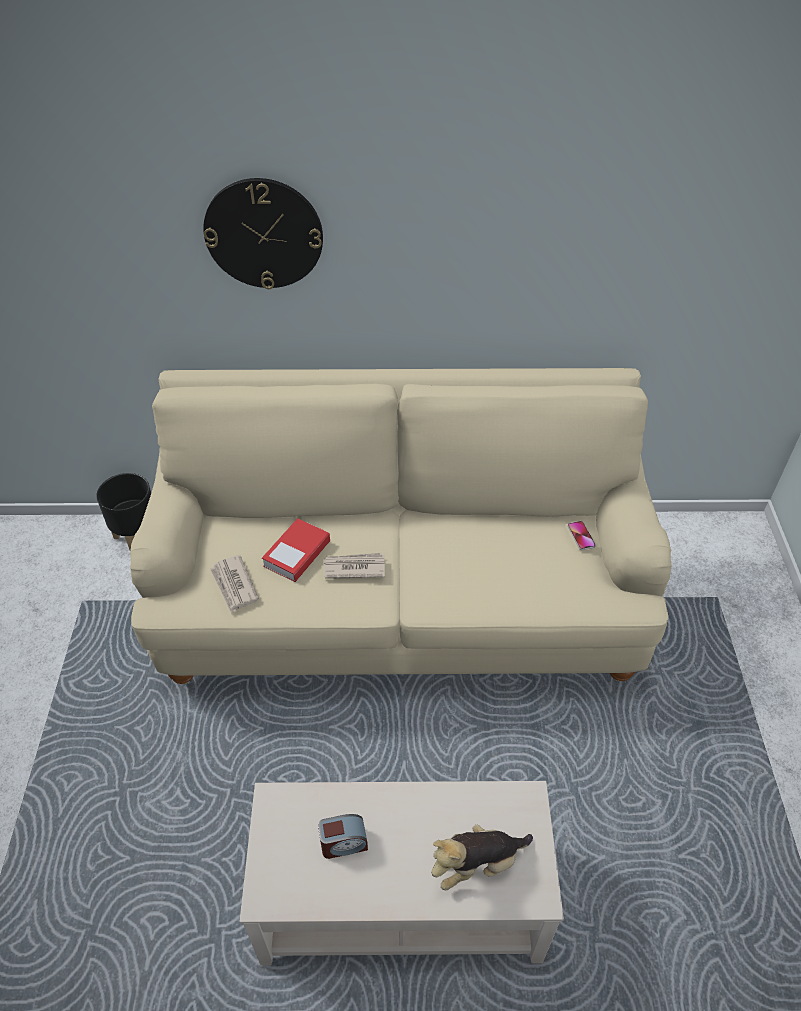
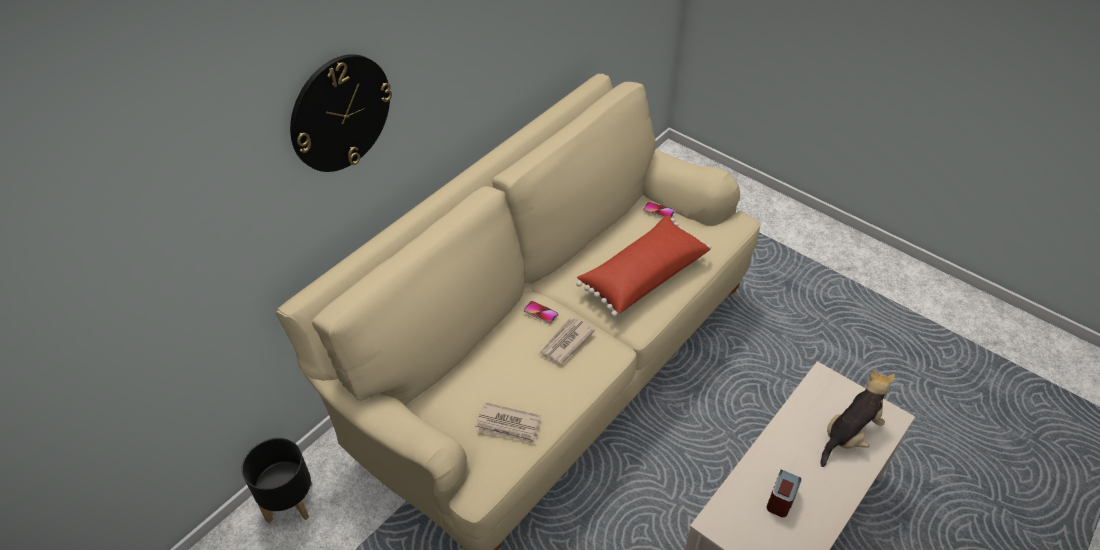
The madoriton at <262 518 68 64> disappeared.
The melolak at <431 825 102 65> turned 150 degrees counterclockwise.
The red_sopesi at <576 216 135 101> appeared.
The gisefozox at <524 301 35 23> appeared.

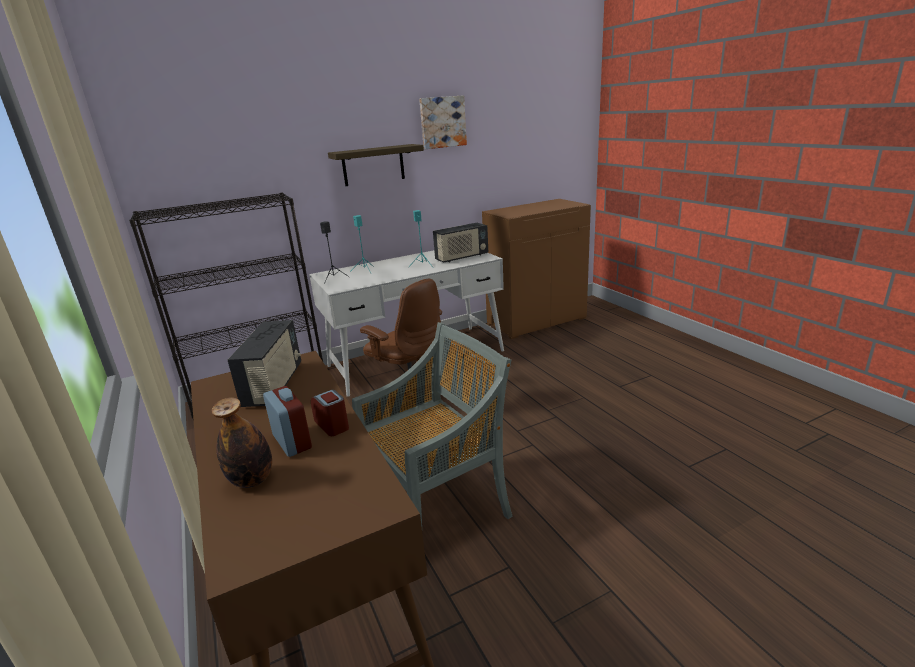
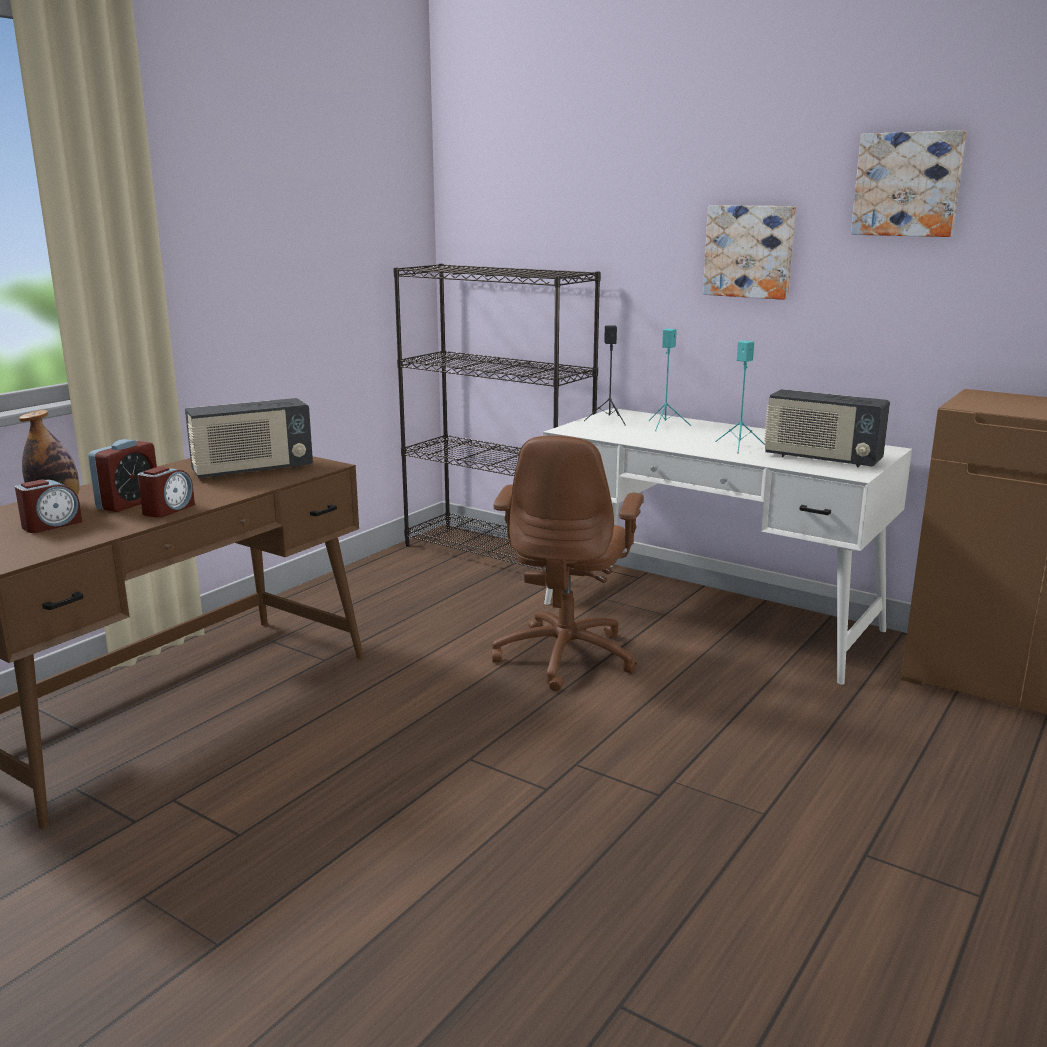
The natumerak at <328 144 96 42> was replaced by the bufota at <703 205 93 95>.
The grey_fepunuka at <352 322 161 204> disappeared.
The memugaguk at <15 479 67 54> appeared.

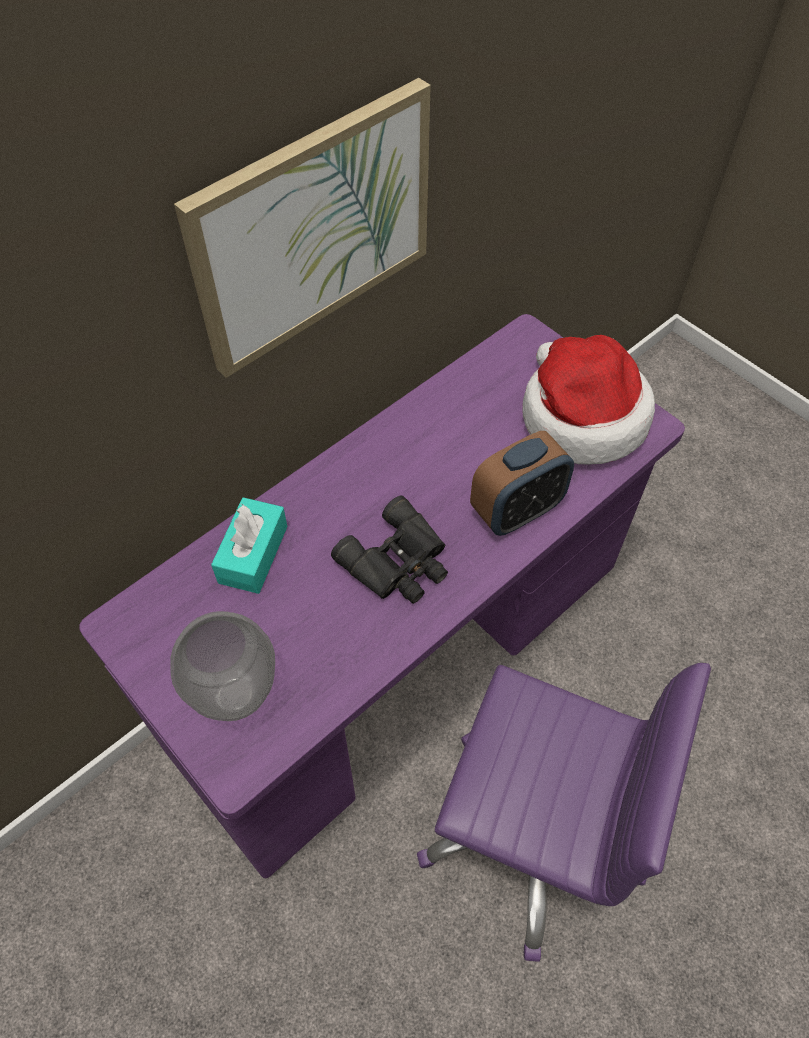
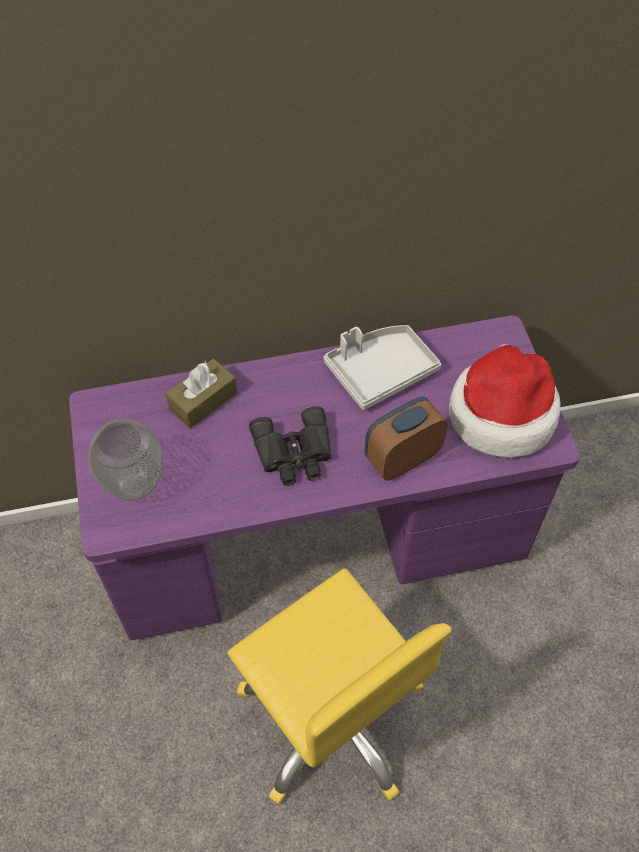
The bufota at <174 78 257 300> disappeared.
The memugaguk at <470 431 104 105> turned 150 degrees clockwise.
The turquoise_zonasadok at <211 497 77 97> became the brown_zonasadok at <166 359 71 70>.
The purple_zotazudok at <417 663 294 299> became the yellow_zotazudok at <227 568 225 236>.
The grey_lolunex at <324 325 117 85> appeared.

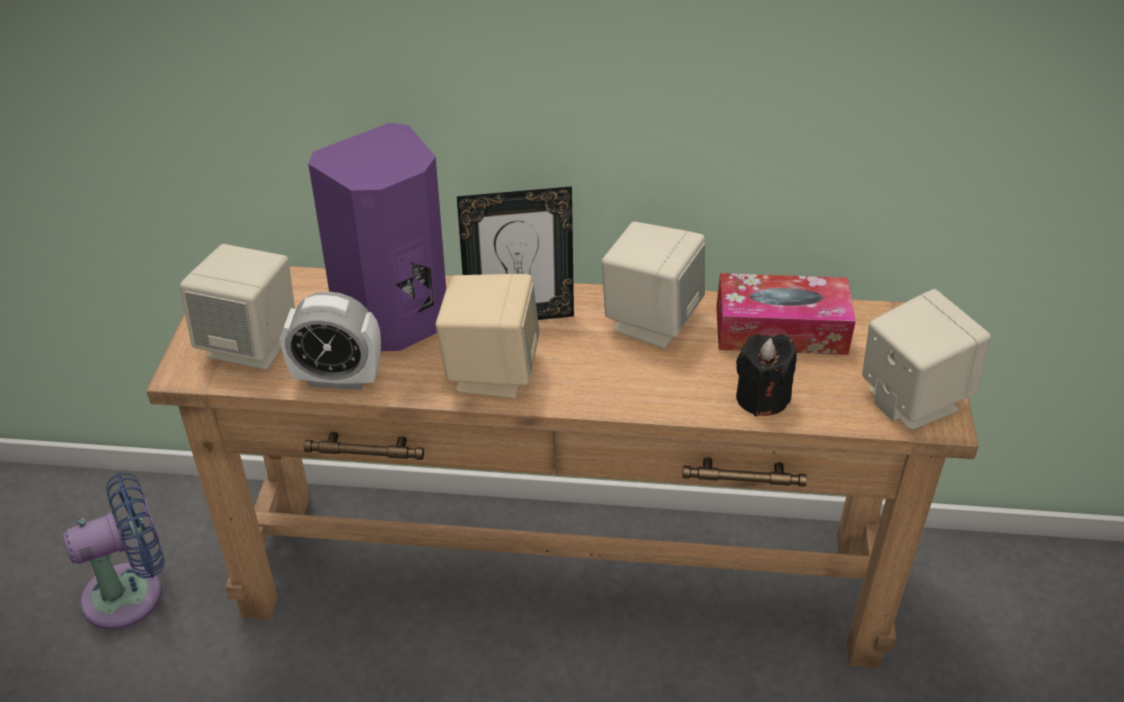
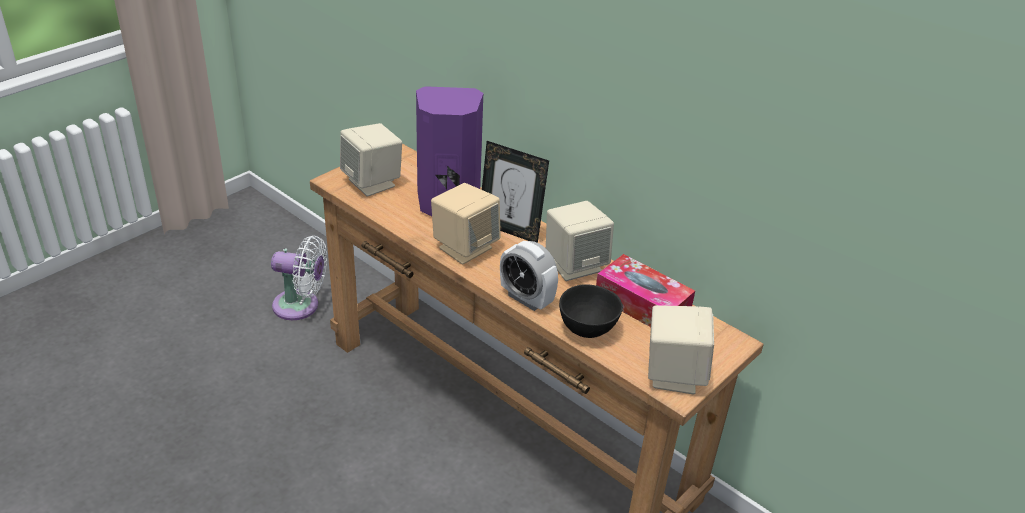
The memugaguk moved from <281 292 100 98> to <500 241 58 70>.
The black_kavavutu at <736 334 61 83> was replaced by the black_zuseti at <559 284 64 54>.
The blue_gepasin at <63 473 102 157> became the white_gepasin at <271 236 56 84>.

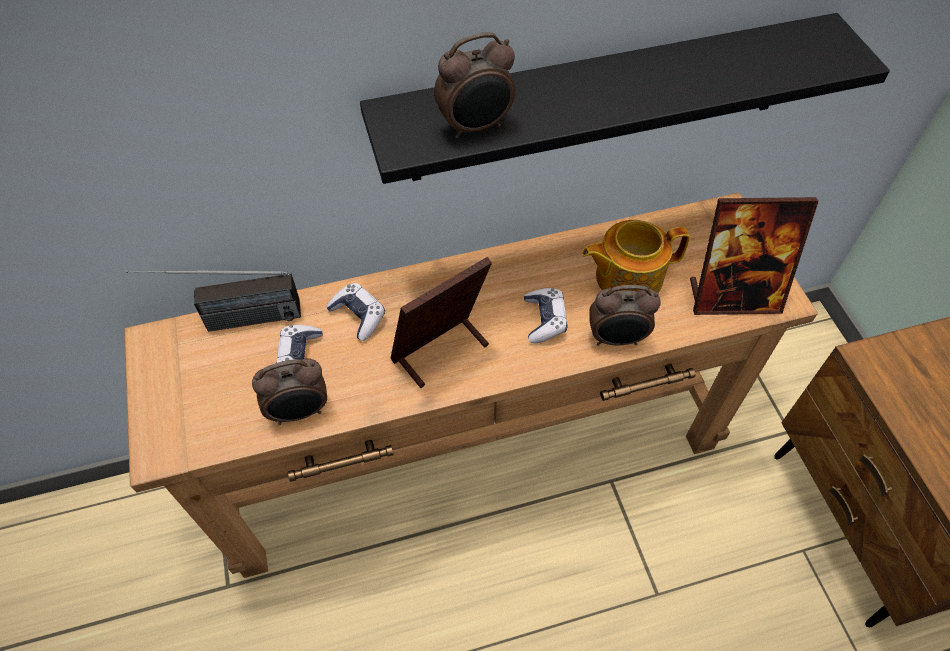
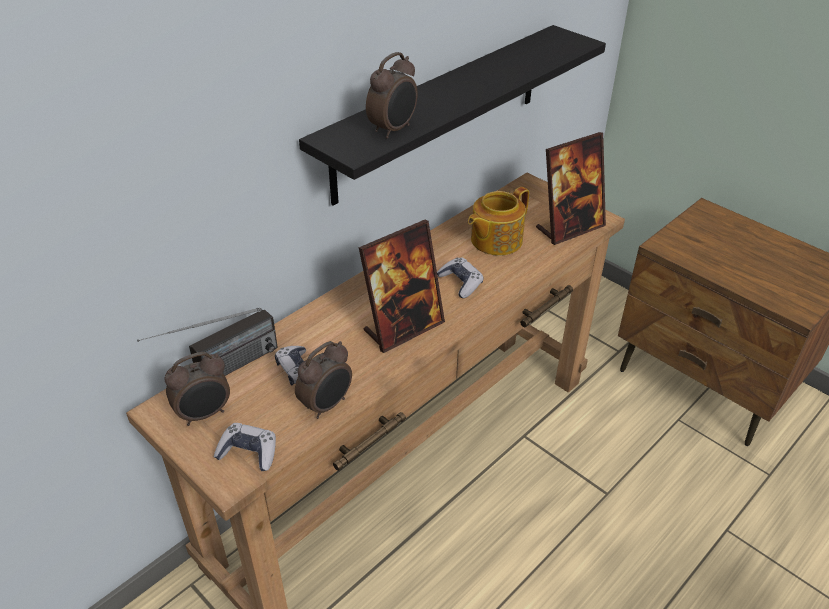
The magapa at <391 257 101 131> turned 150 degrees counterclockwise.
The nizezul moved from <326 283 59 58> to <214 423 62 48>.
The memugaguk moved from <589 285 72 60> to <165 352 65 74>.

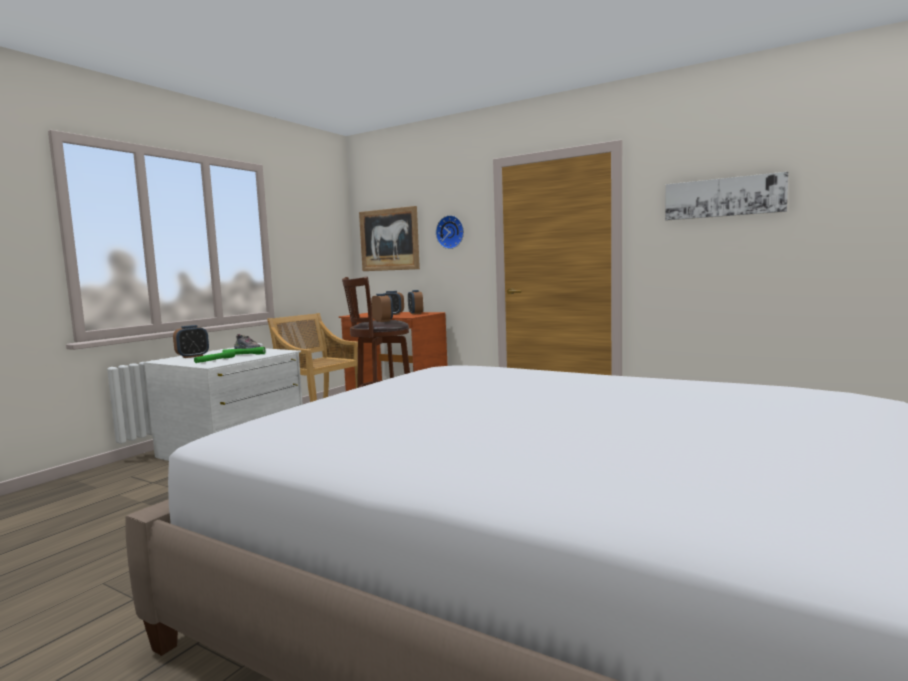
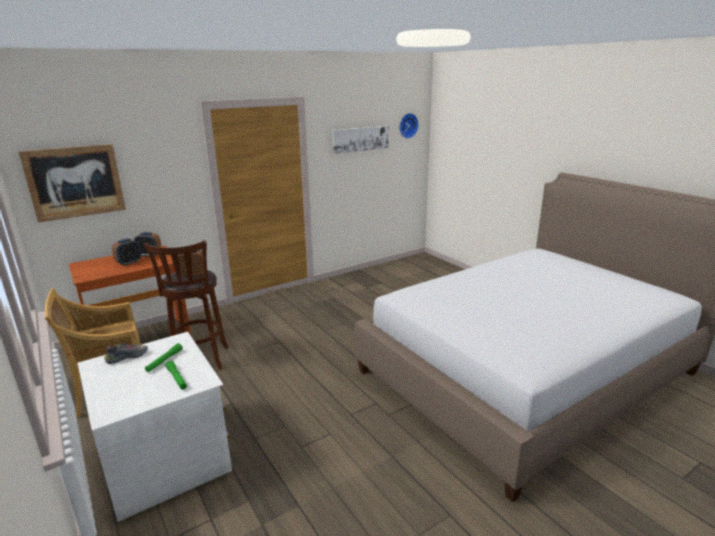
The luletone moved from <436 215 28 34> to <399 113 20 26>.
The memugaguk at <173 325 36 33> disappeared.

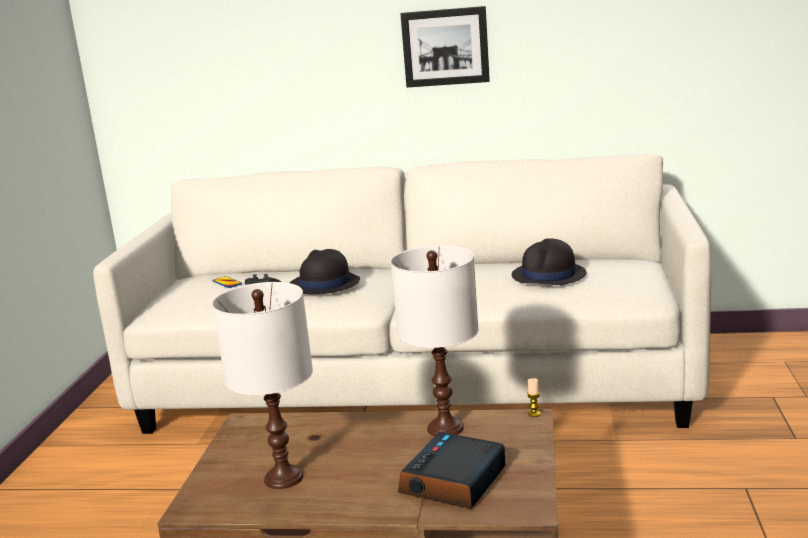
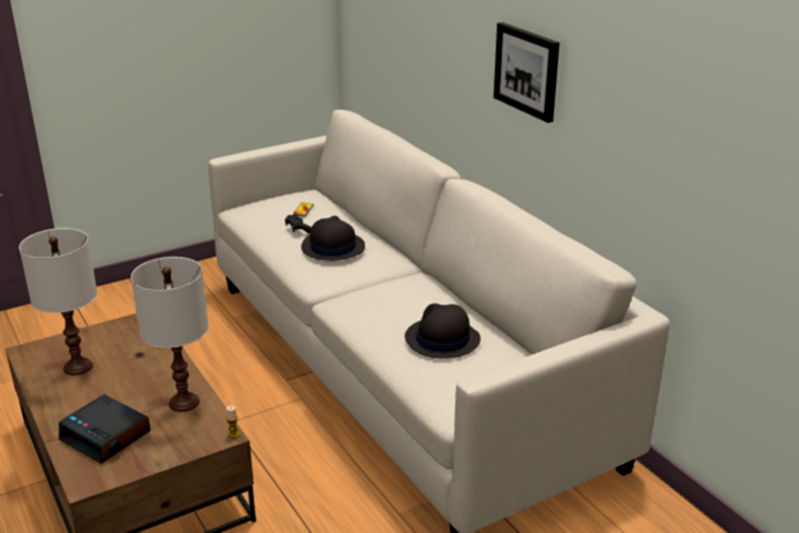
The memugaguk at <398 432 107 77> turned 135 degrees counterclockwise.

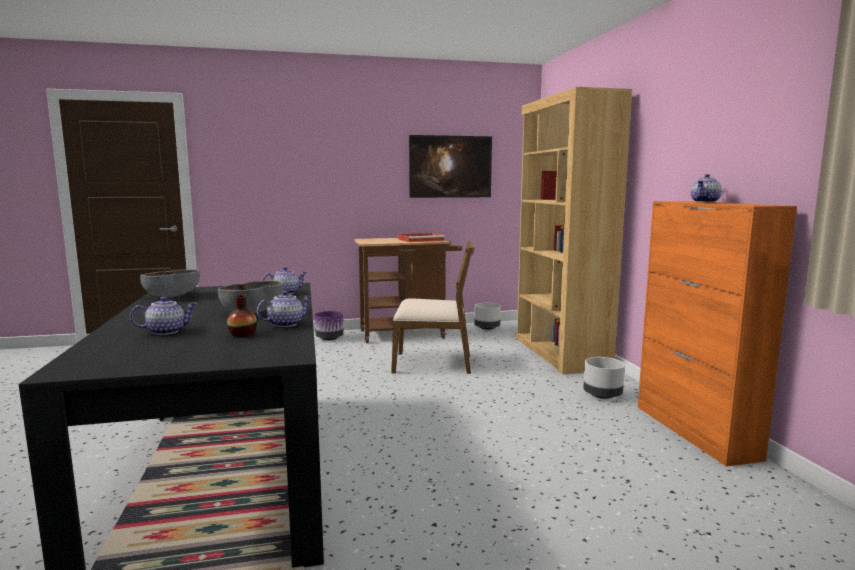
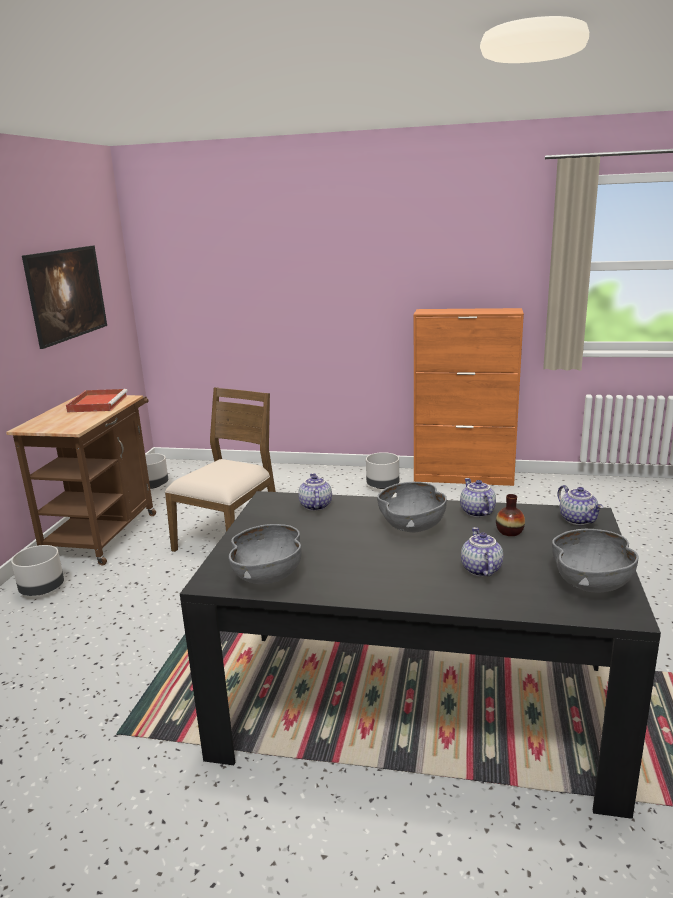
The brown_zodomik at <517 87 115 287> disappeared.
The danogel moved from <691 174 31 29> to <558 485 45 40>.
The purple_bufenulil at <315 311 29 29> became the grey_bufenulil at <11 545 53 51>.
The grey_zuseti at <552 529 87 63> appeared.

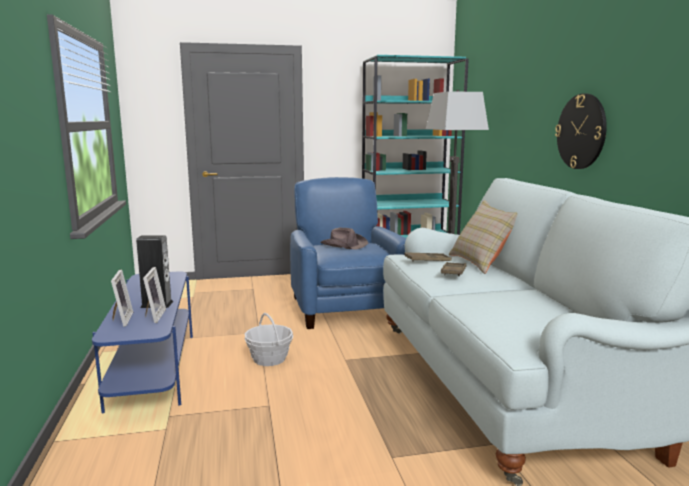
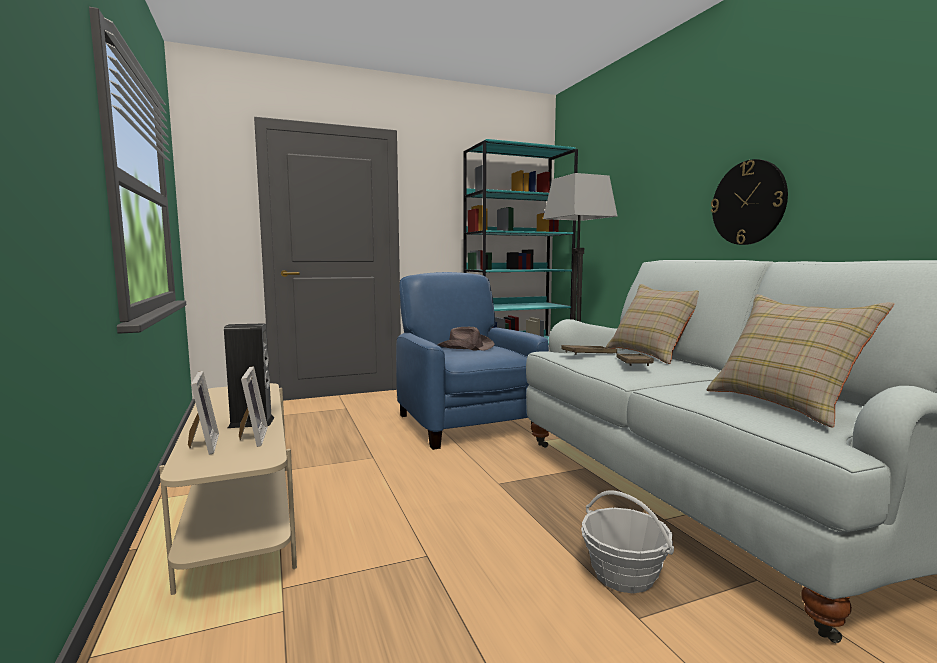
The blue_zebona at <92 271 101 142> became the beige_zebona at <159 383 138 212>.
The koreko moved from <244 313 49 53> to <581 490 93 103>.
The beige_sopesi at <706 294 188 134> appeared.

